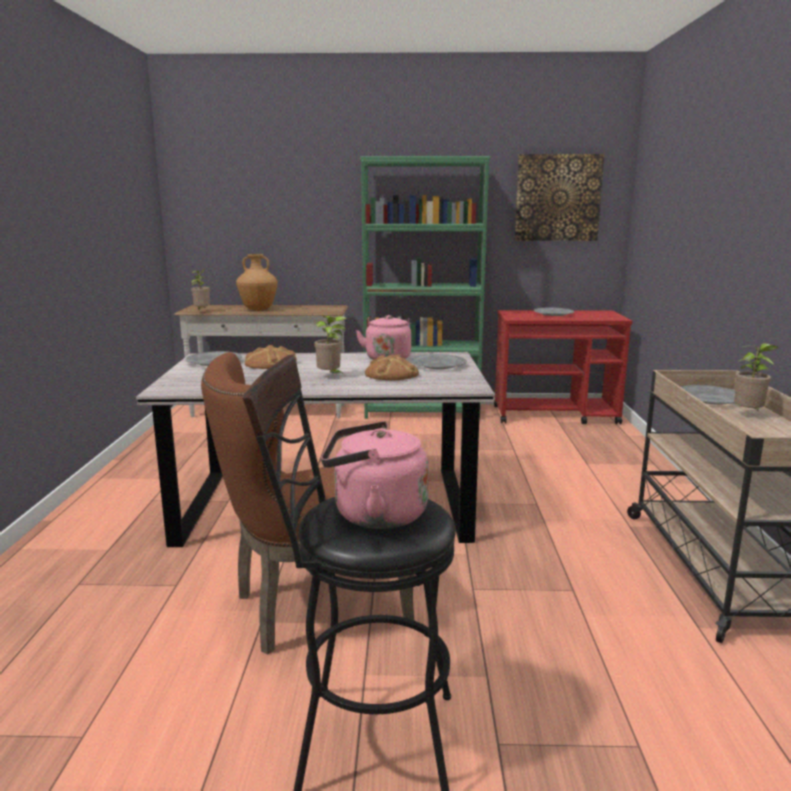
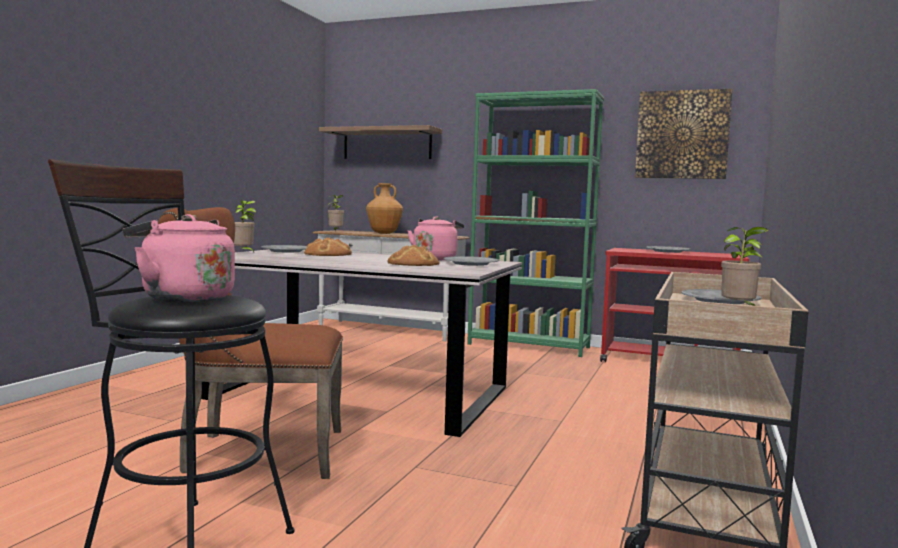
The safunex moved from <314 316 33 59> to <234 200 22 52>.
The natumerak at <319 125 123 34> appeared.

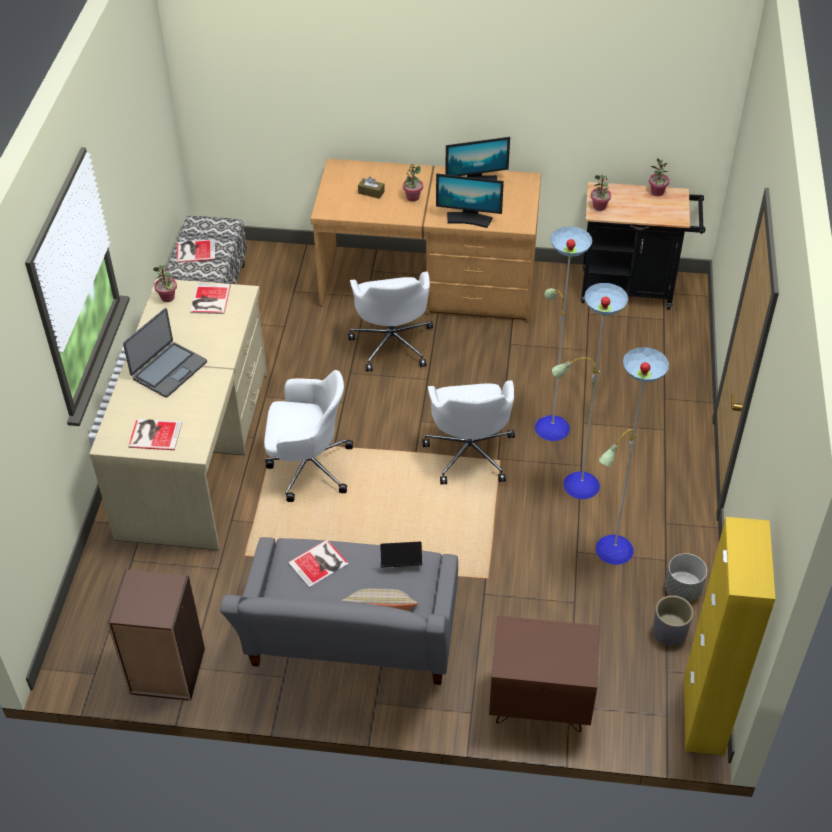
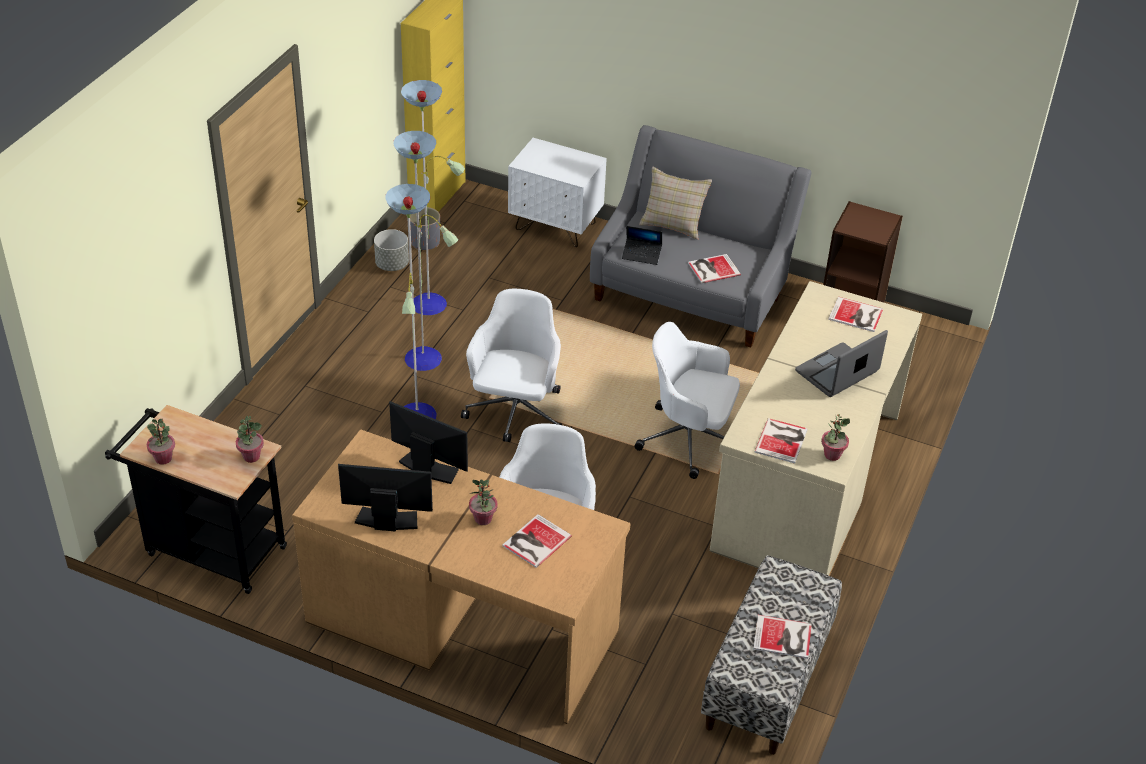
The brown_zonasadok at <358 177 27 22> was replaced by the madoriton at <502 514 70 54>.
The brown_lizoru at <489 616 110 116> became the white_lizoru at <508 138 99 109>.

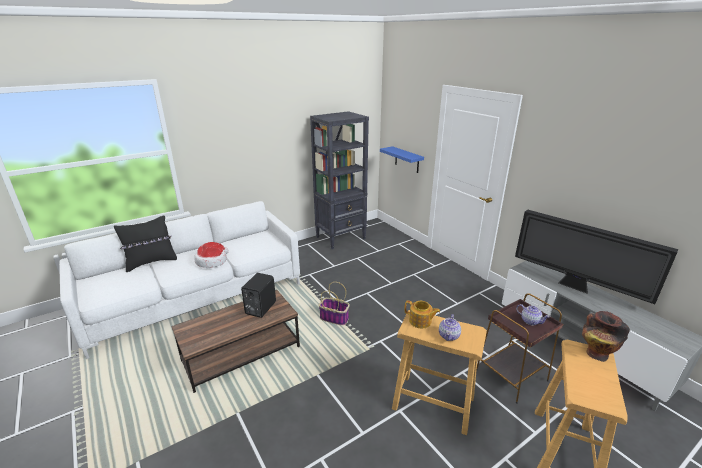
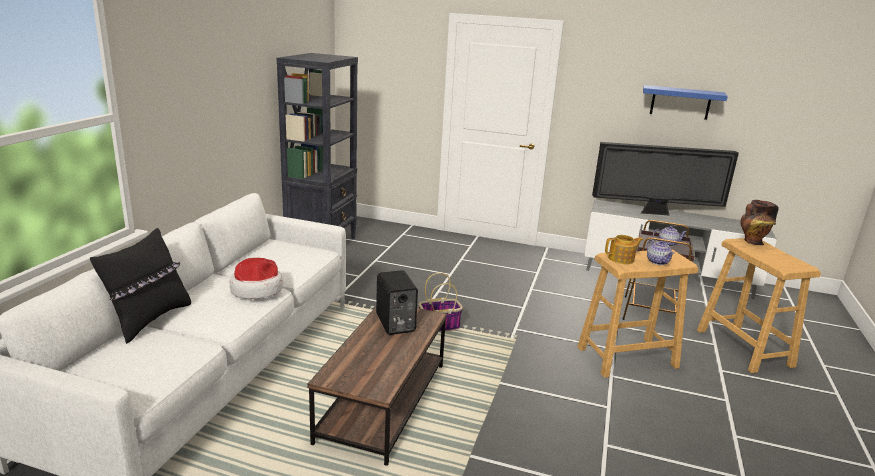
The blue_natumerak moved from <380 146 44 27> to <643 85 85 35>.

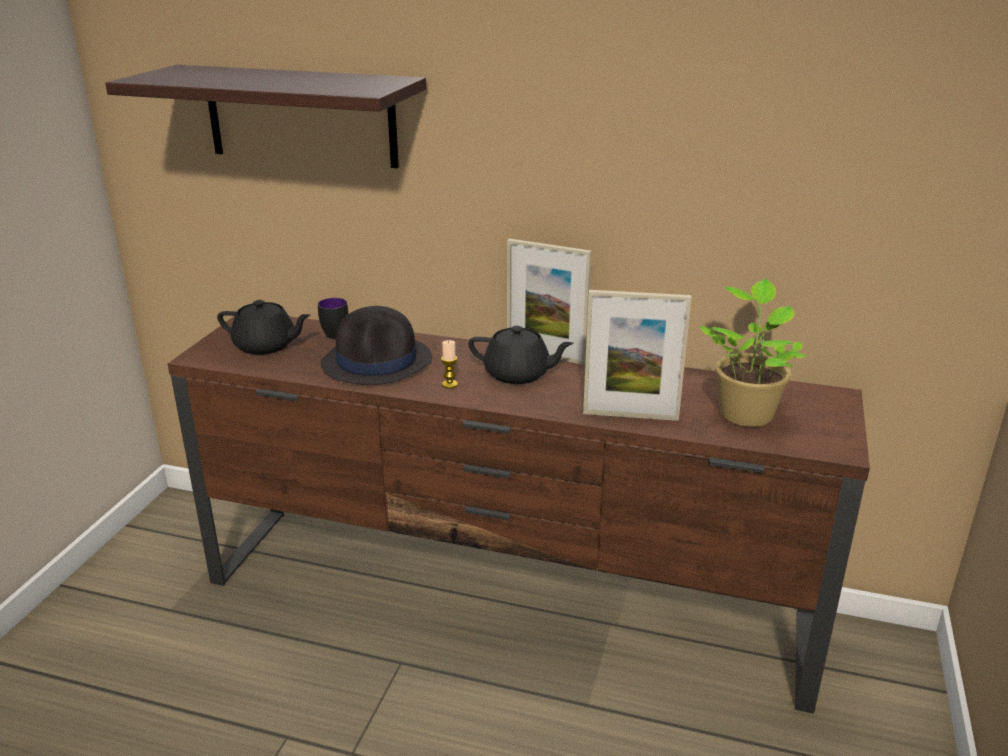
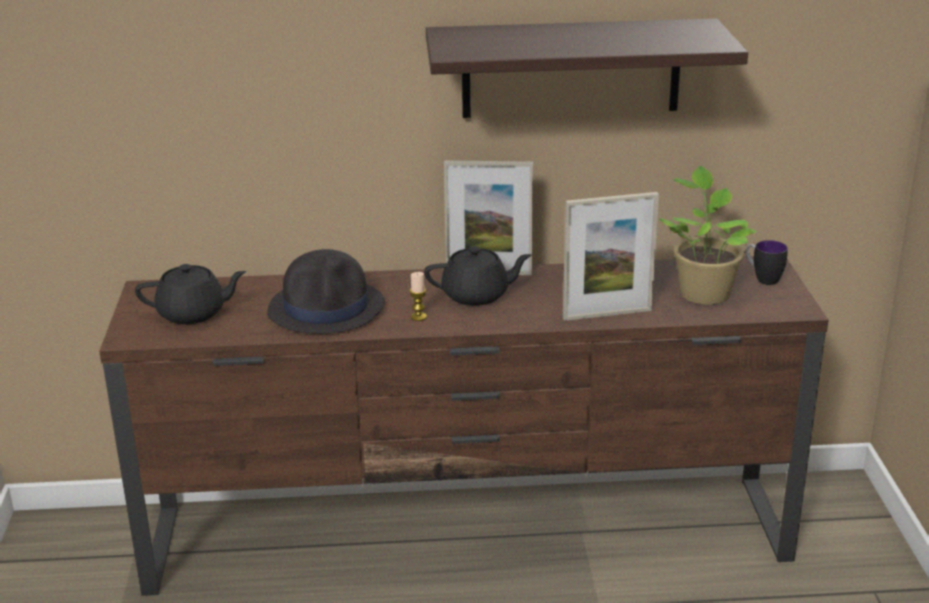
The natumerak moved from <105 65 321 103> to <426 18 322 100>.
The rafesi moved from <318 298 30 41> to <745 240 43 45>.

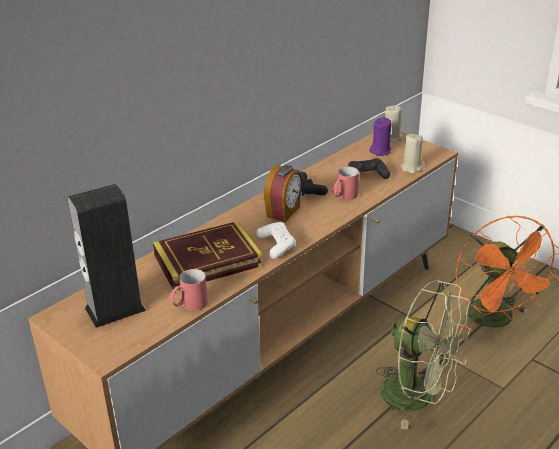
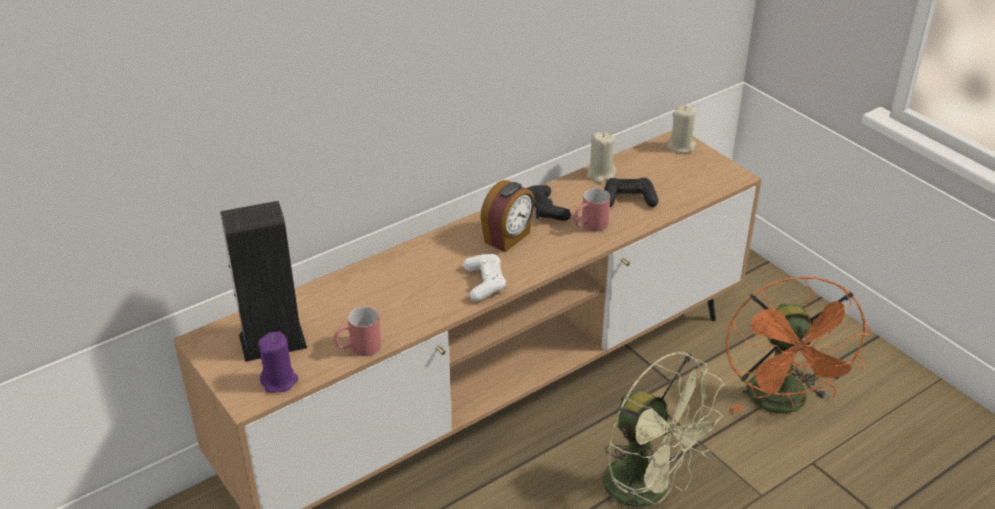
The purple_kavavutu moved from <369 118 23 38> to <258 331 40 62>.
The beige_kavavutu moved from <401 134 22 40> to <587 132 29 51>.
The madoriton at <153 221 109 69> disappeared.

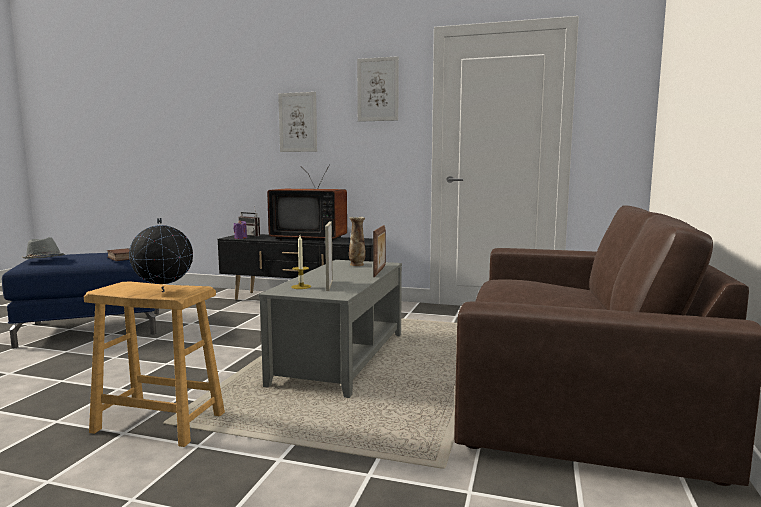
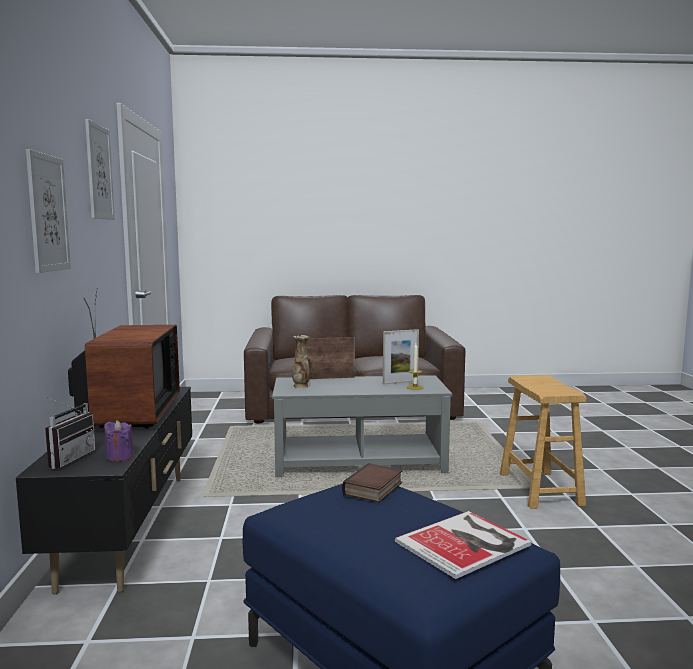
The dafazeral at <129 218 64 74> disappeared.
The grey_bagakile at <22 237 43 22> was replaced by the madoriton at <394 511 137 68>.

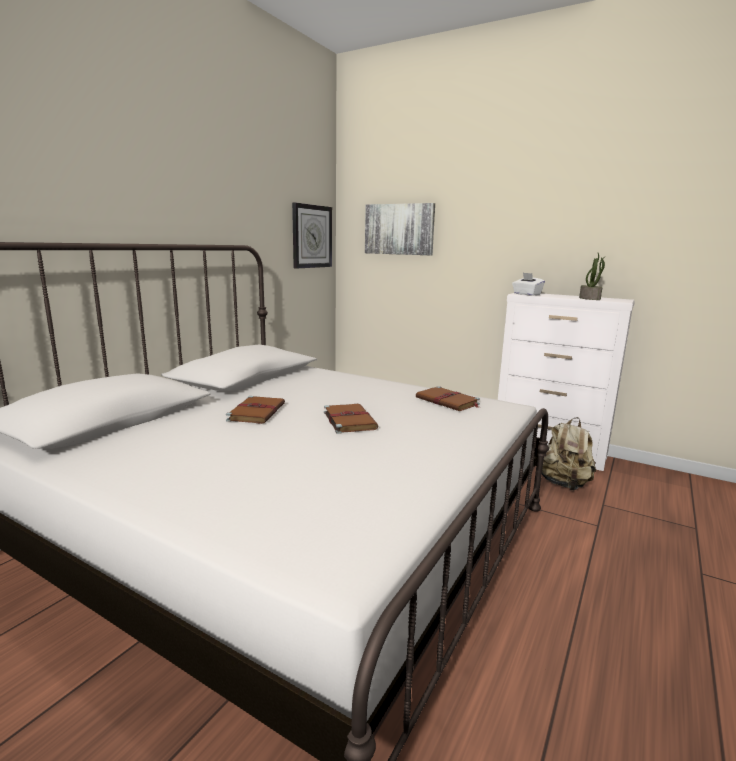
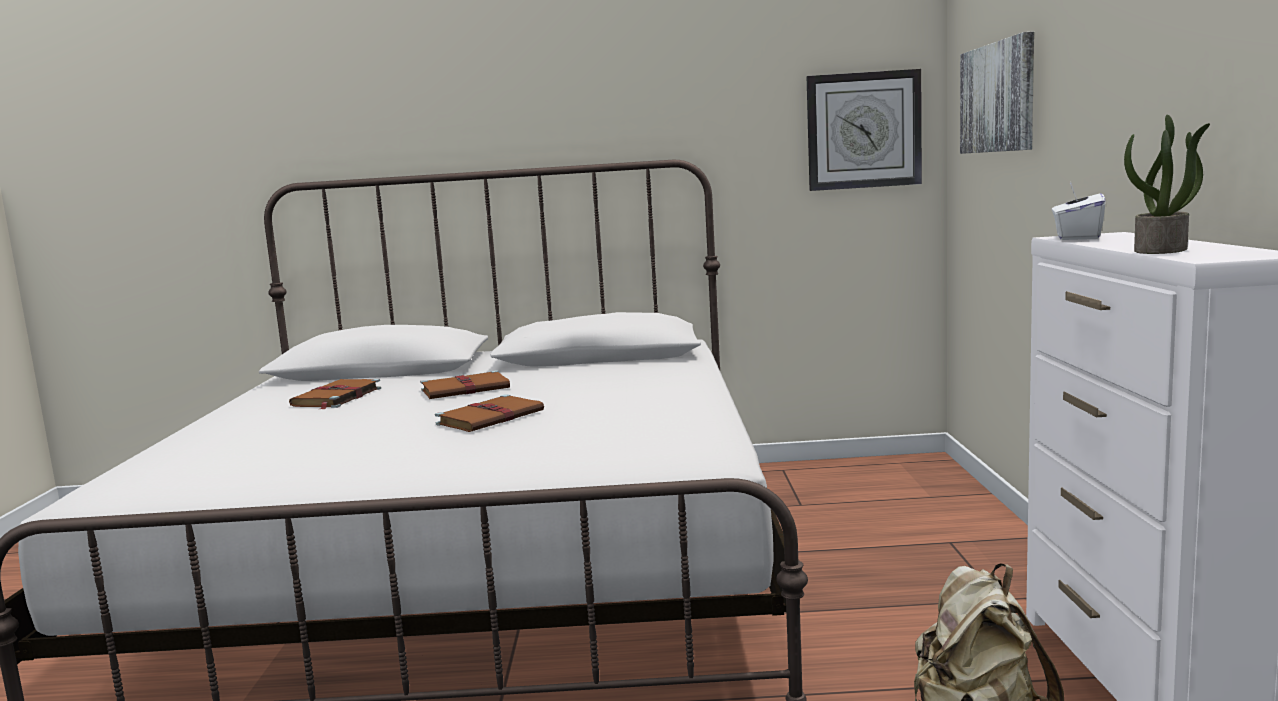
The brown_madoriton moved from <416 386 64 25> to <289 379 92 31>.

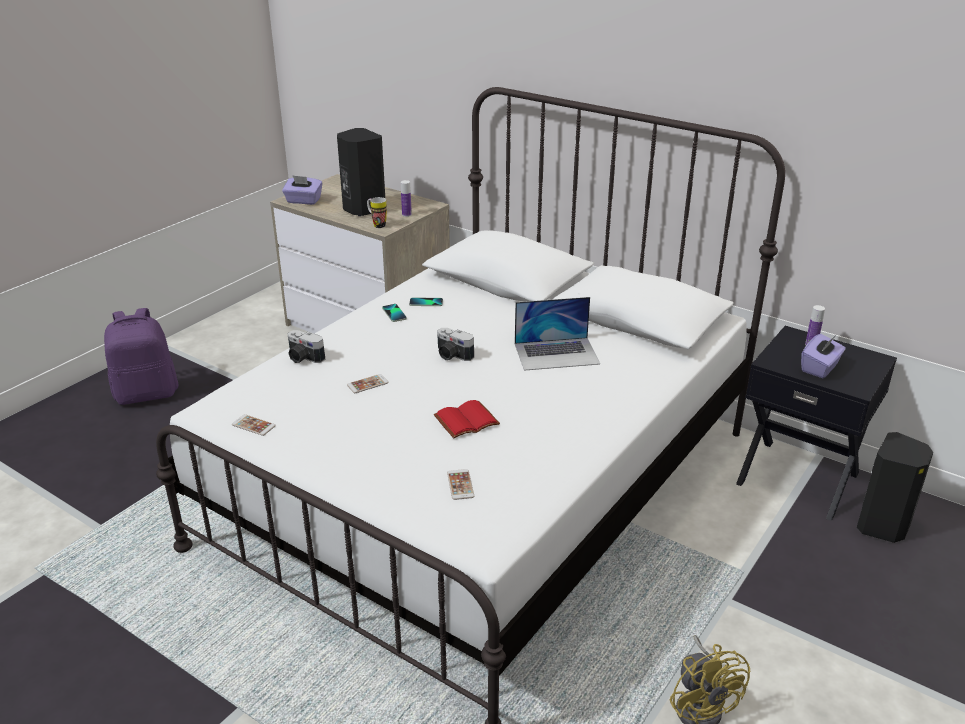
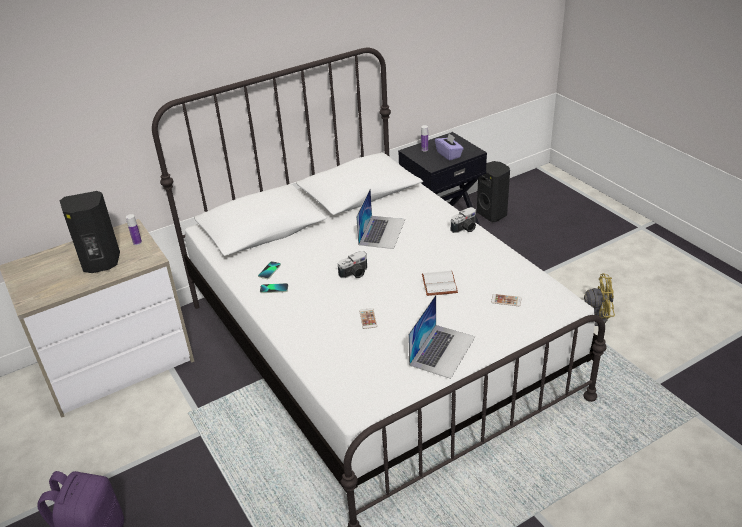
The purple_zonasadok at <282 175 41 30> disappeared.
The rafesi at <367 197 20 31> disappeared.
The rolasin moved from <287 330 39 33> to <451 207 25 26>.
The red_madoriton at <434 400 66 38> became the white_madoriton at <422 271 36 25>.
The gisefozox at <232 414 44 22> disappeared.
The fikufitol at <408 295 67 84> appeared.

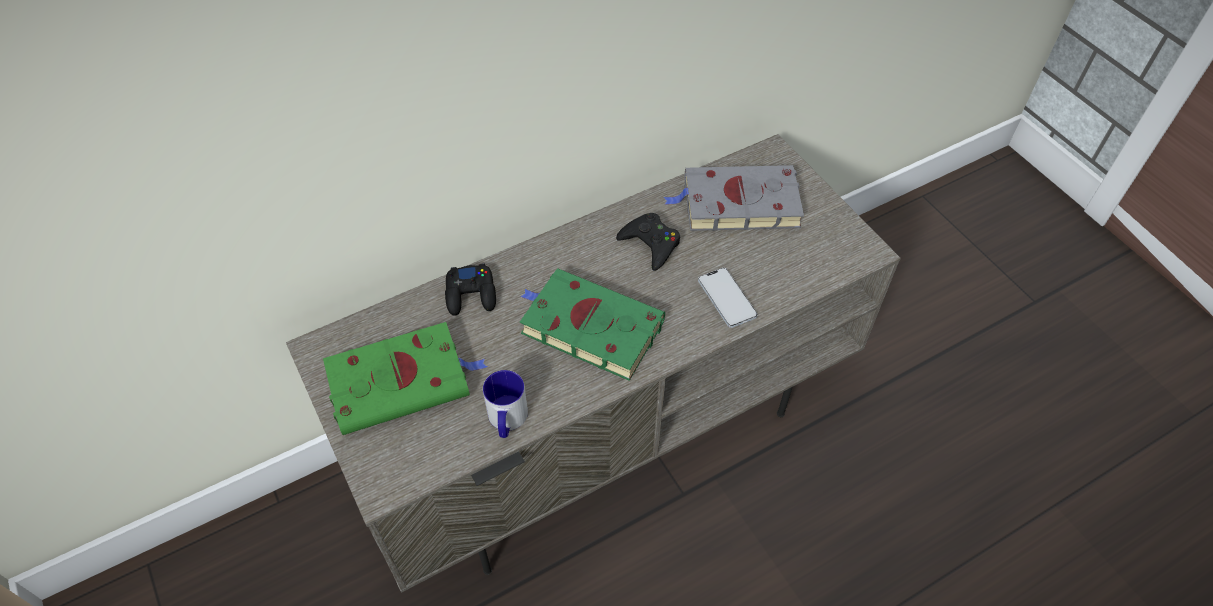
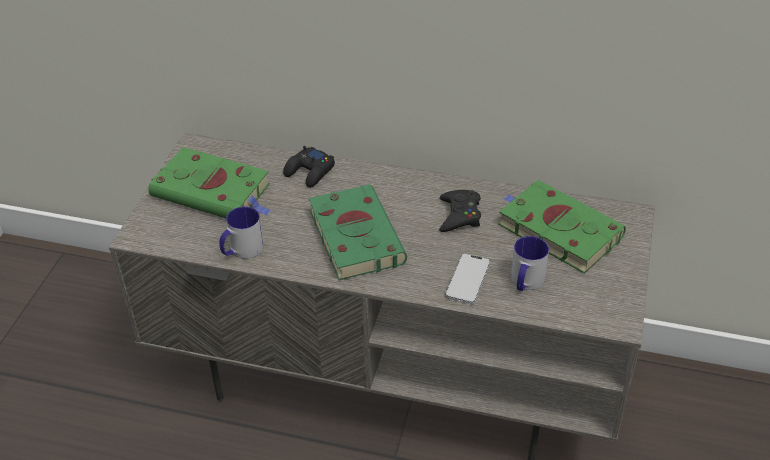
The grey_madoriton at <664 165 140 66> became the green_madoriton at <498 180 128 94>.
The rafesi at <511 236 38 55> appeared.

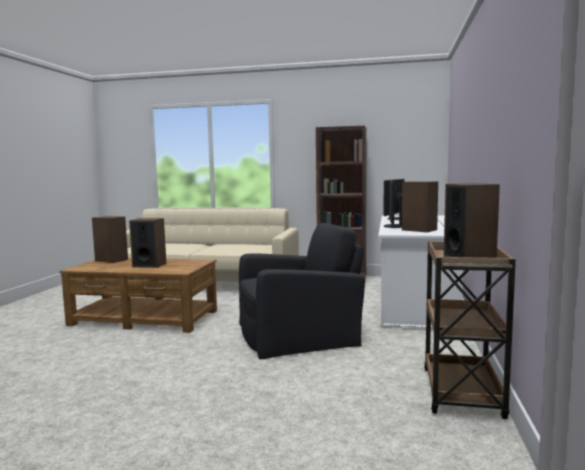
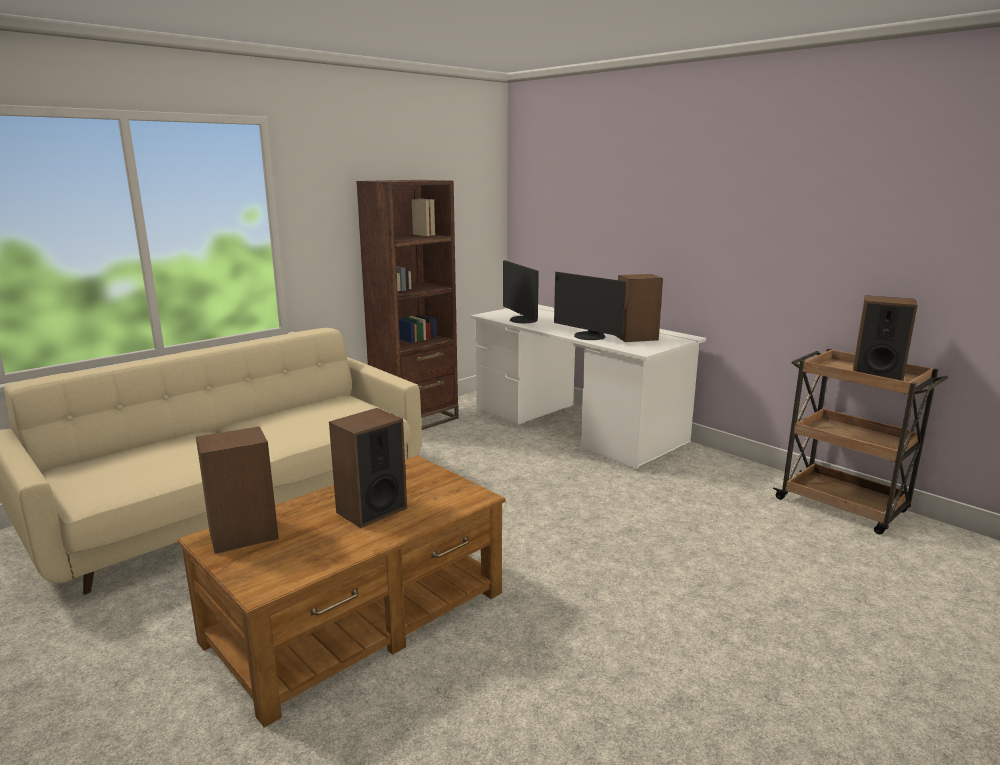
The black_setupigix at <239 223 126 136> disappeared.

